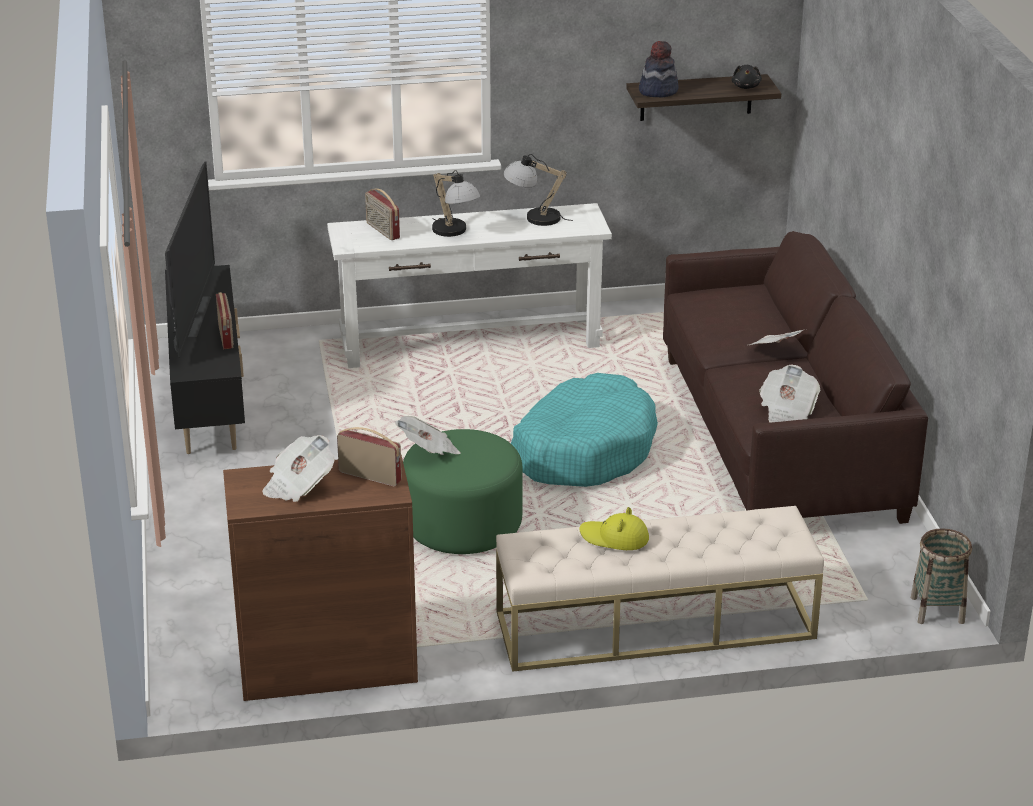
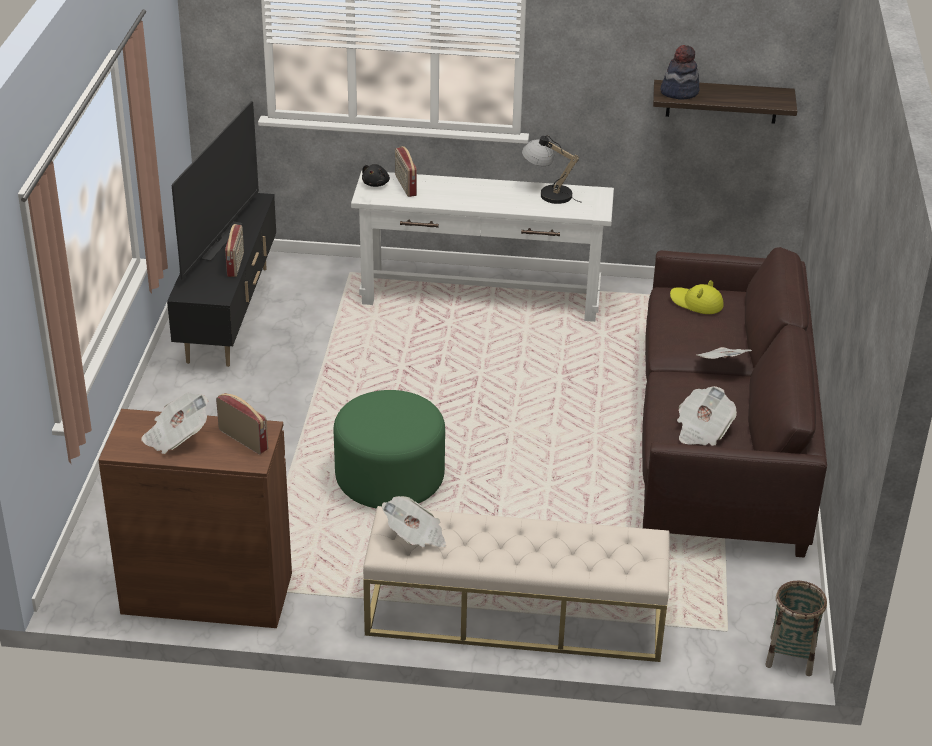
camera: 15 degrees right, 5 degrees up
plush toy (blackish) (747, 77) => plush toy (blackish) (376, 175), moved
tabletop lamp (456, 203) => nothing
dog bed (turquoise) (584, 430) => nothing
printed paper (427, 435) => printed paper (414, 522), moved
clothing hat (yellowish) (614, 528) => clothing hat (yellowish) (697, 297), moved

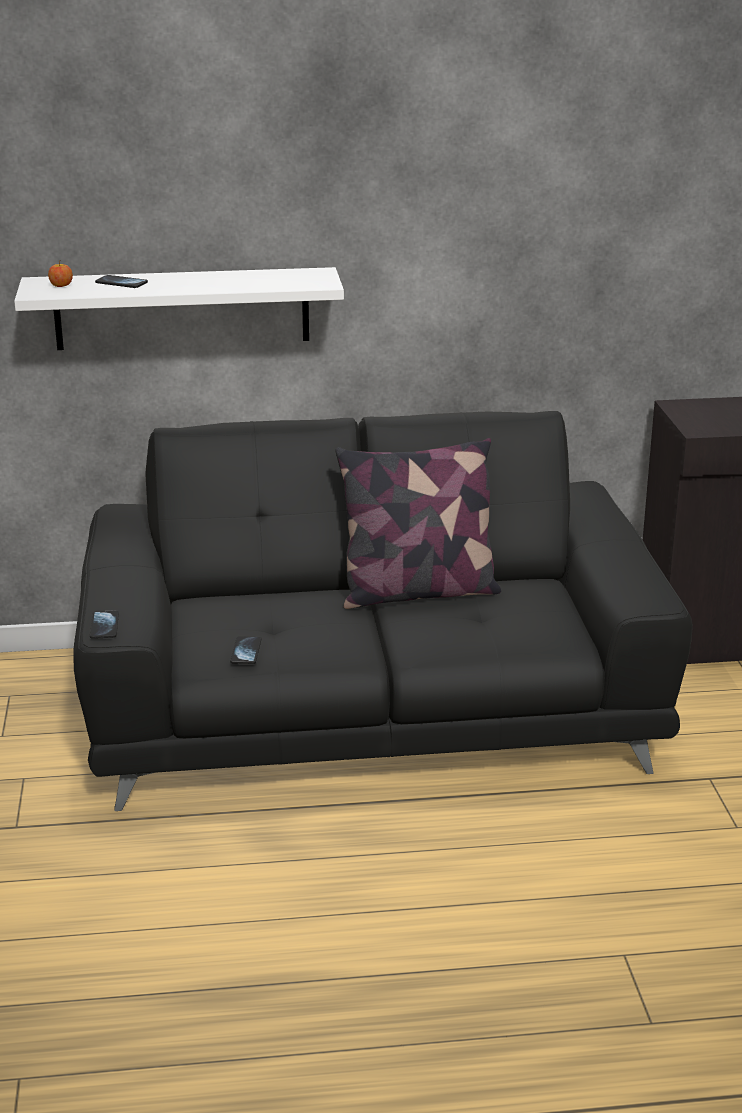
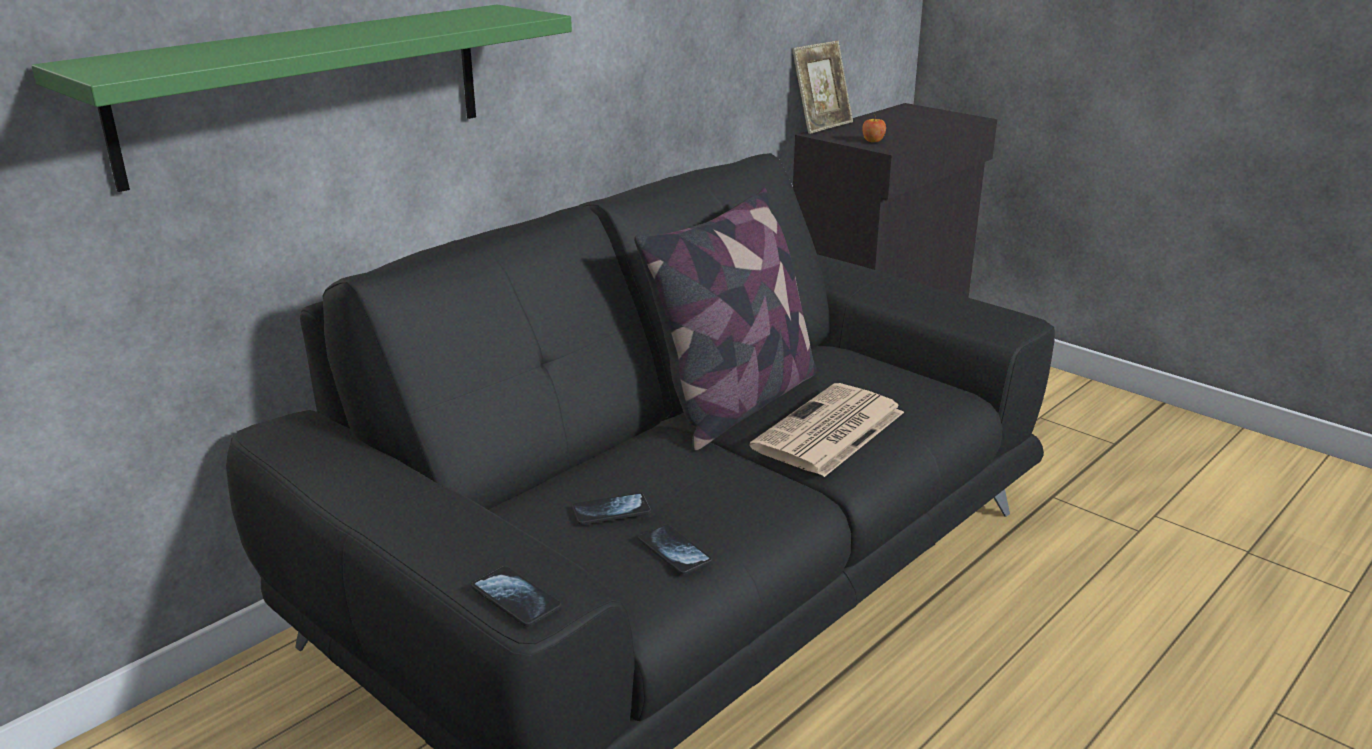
camera: 40 degrees left, 0 degrees up
apple fruit (60, 274) => apple fruit (874, 128), moved
wall shelf (whitish) (179, 308) => wall shelf (green) (302, 98)
telephone (121, 281) => telephone (611, 509), moved
nothing => standing frame (822, 87)
nothing => printed paper (826, 430)

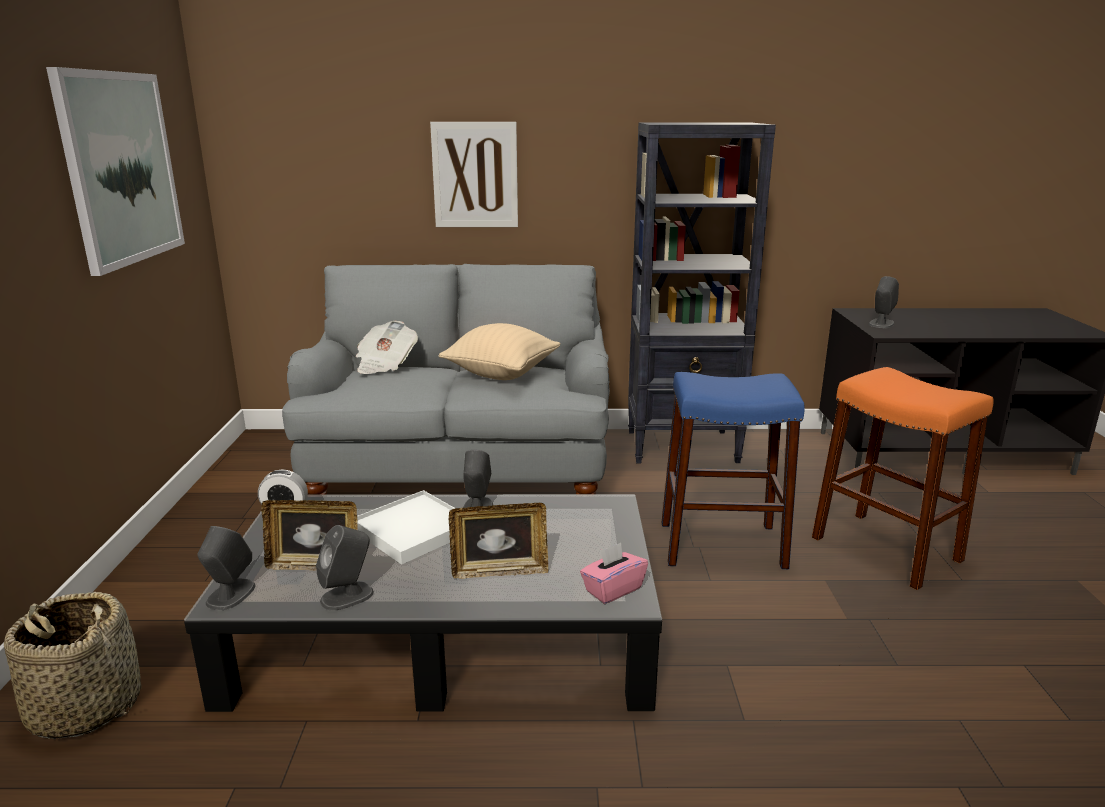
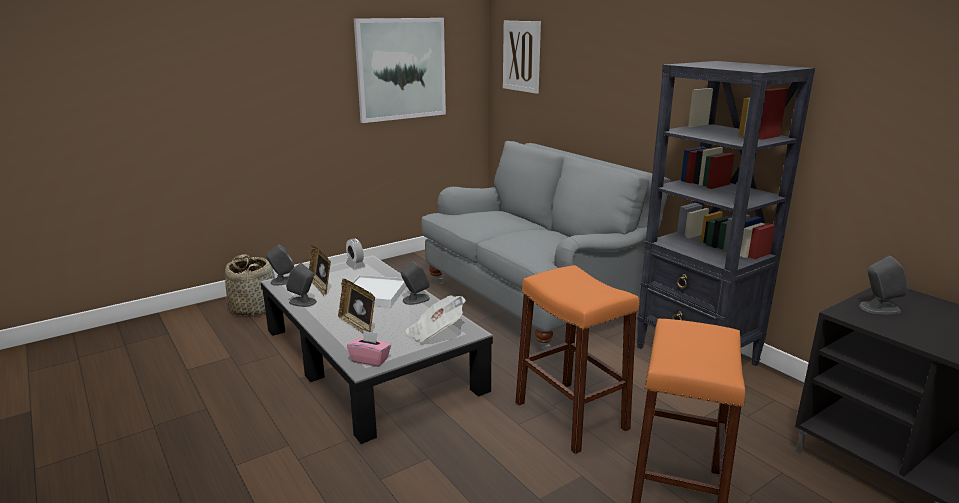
camera: 55 degrees right, 0 degrees up
picture (474, 174) => picture (522, 57), moved
printed paper (387, 347) => printed paper (435, 318), moved
throw pillow (beige-coloured) (500, 351) => nothing
sitting stool (blue-coloured) (733, 470) => sitting stool (orangey) (577, 359)

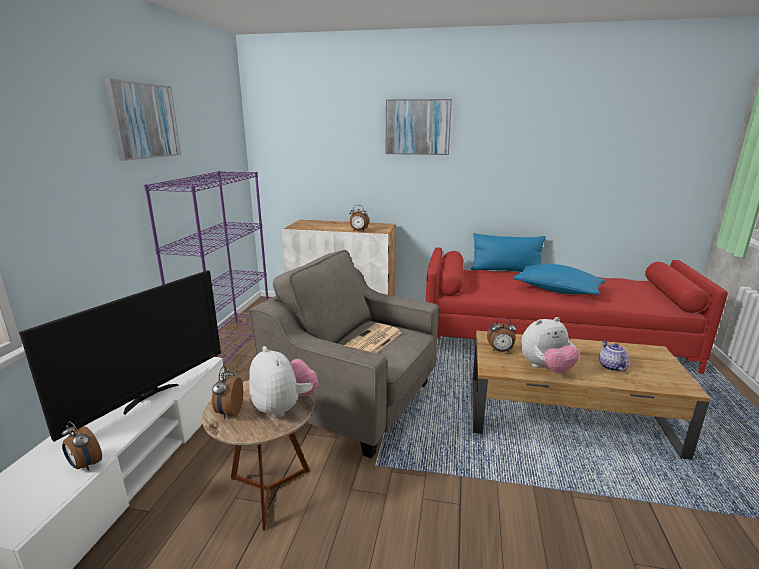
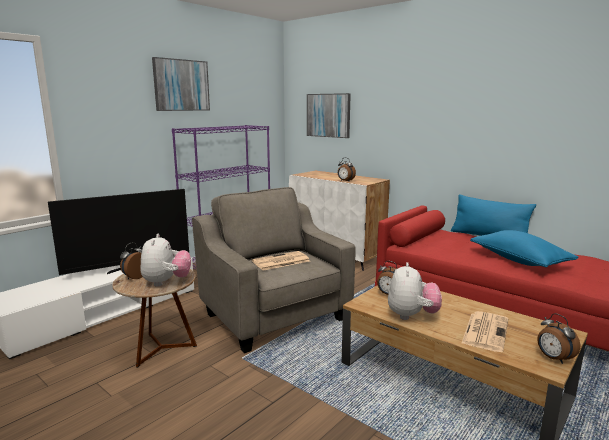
camera: 30 degrees right, 5 degrees down
picture (419, 127) => picture (329, 115), moved
plush toy (550, 345) => plush toy (415, 291), 90 degrees counterclockwise
tea pot (614, 355) => printed paper (484, 331)
bedside clock (81, 446) => bedside clock (559, 338), moved

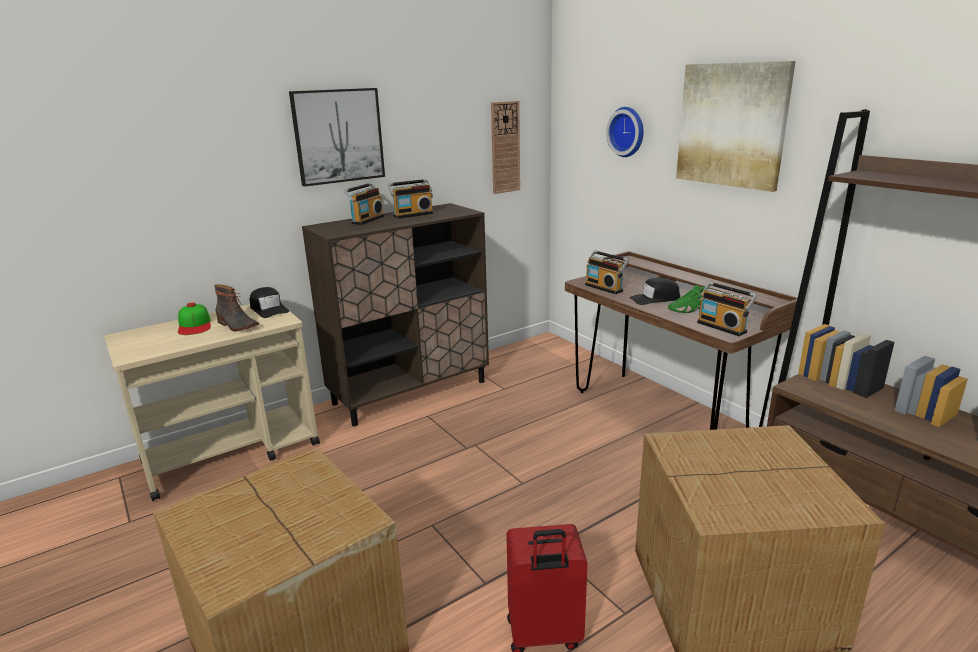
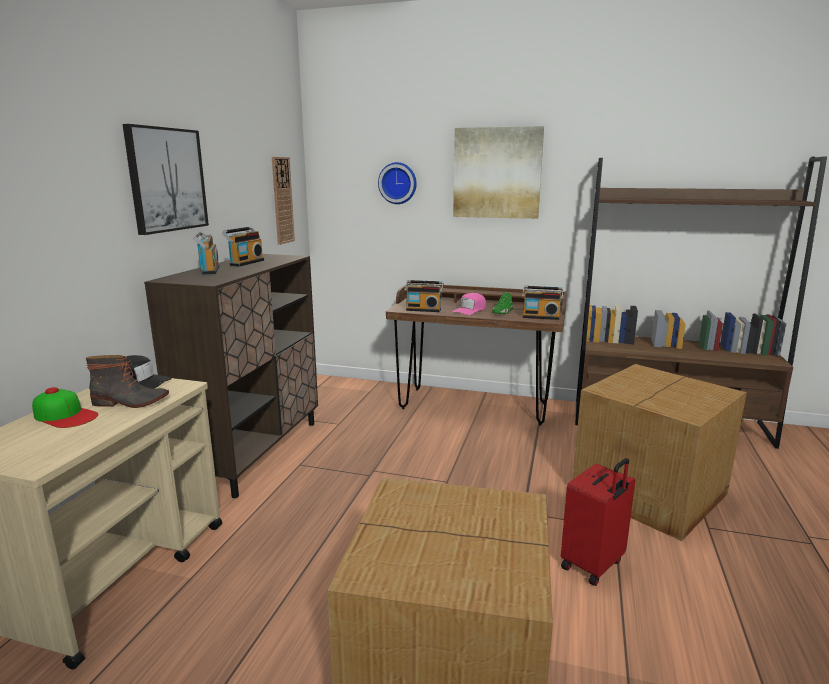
camera: 40 degrees left, 5 degrees down
baseball cap (blackish) (655, 291) => baseball cap (pink-coloured) (469, 304)

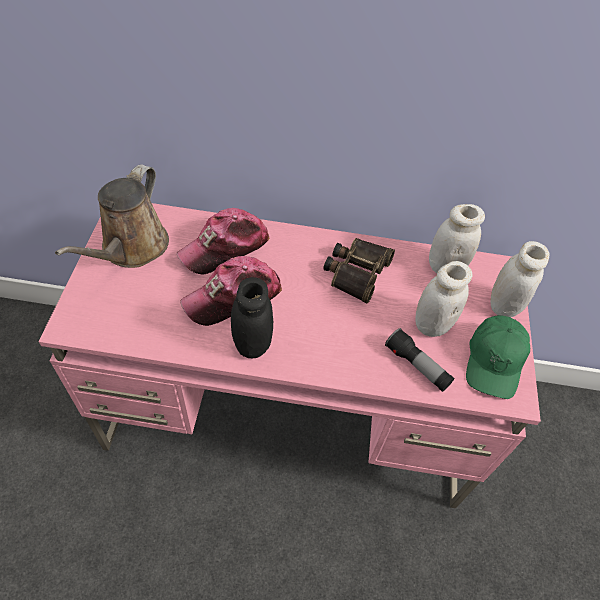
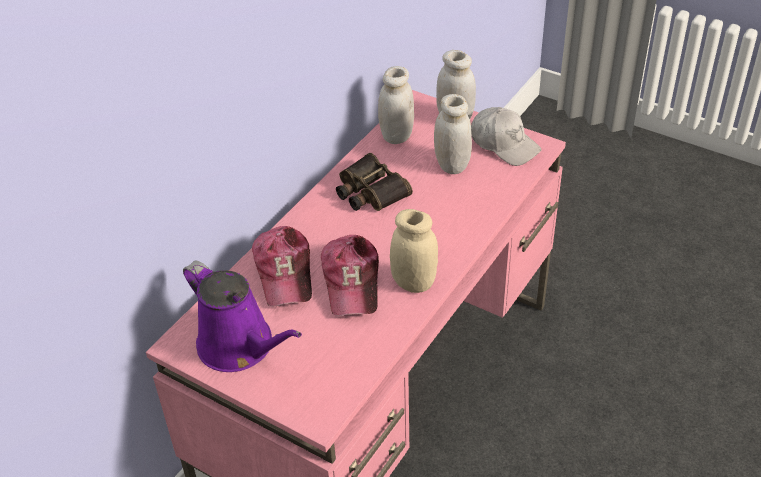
camera: 60 degrees left, 10 degrees down
watering can (brownish) (112, 216) => watering can (purple) (242, 316)
preserve jar (blackish) (252, 317) => preserve jar (beige-coloured) (414, 251)
baseball cap (green) (498, 357) => baseball cap (whitish) (506, 136)
flashlight (420, 360) => nothing

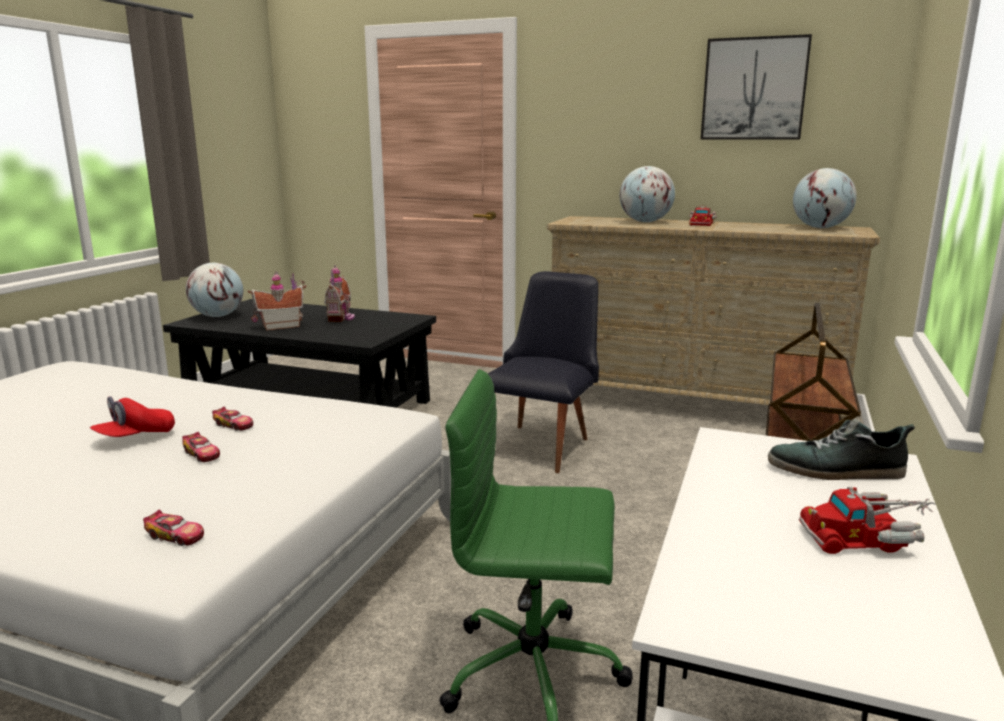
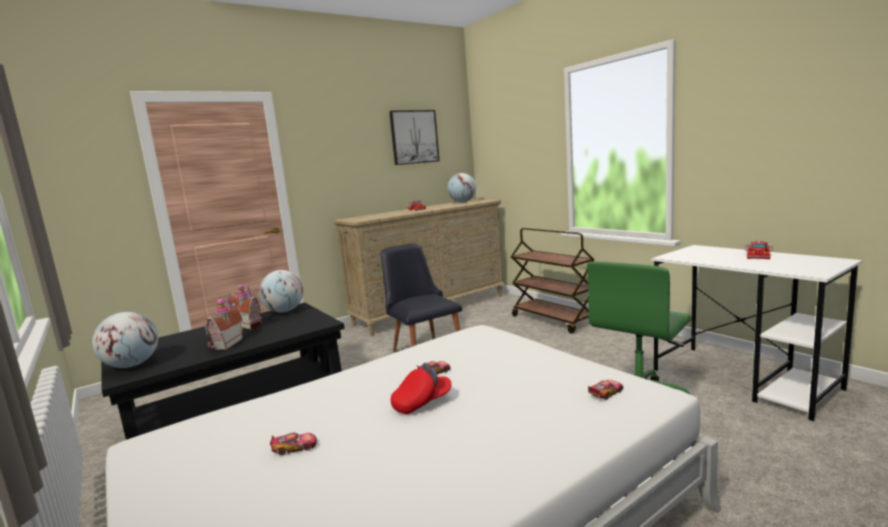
camera: 55 degrees left, 5 degrees down
world globe (647, 194) => world globe (281, 291), moved
baseball cap (reddish) (132, 416) => baseball cap (reddish) (421, 388), 105 degrees counterclockwise
item of footwear (841, 449) => nothing
miniature car (201, 447) => miniature car (293, 444), moved

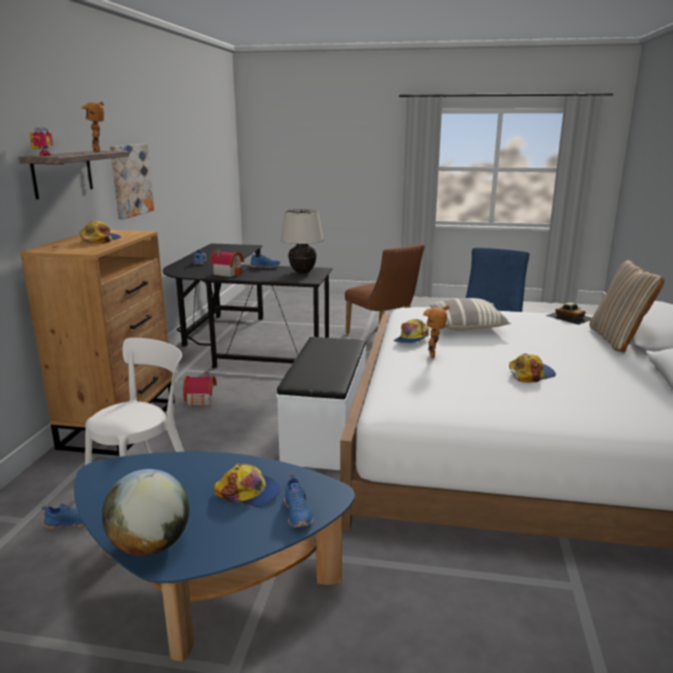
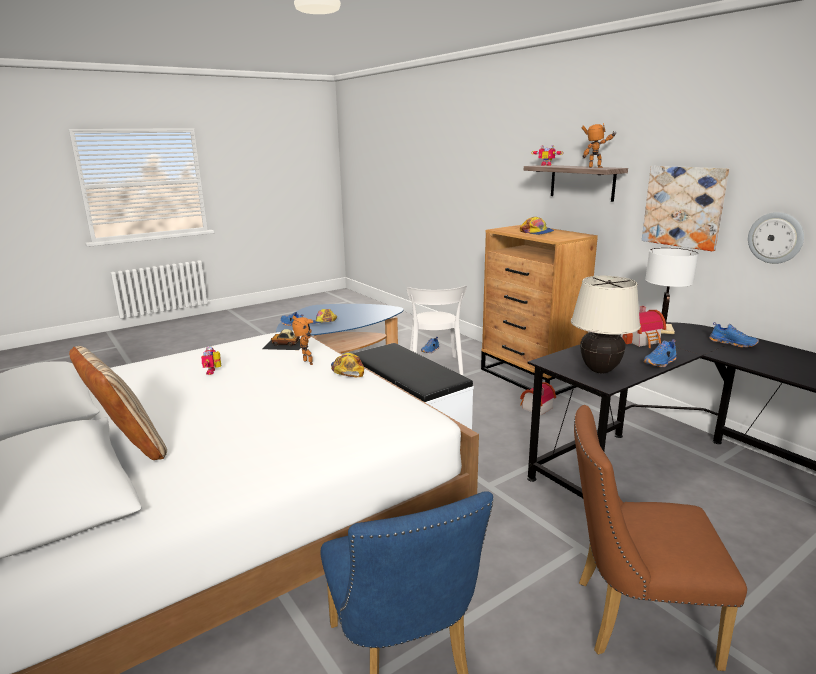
camera: 135 degrees right, 0 degrees up
throw pillow (470, 314) => nothing
miniature car (568, 313) => miniature car (281, 339), moved
baseball cap (532, 368) => model robot (211, 360)
world globe (145, 512) => nothing
nothing => wall clock (776, 238)
nothing => tabletop lamp (whitish) (671, 291)

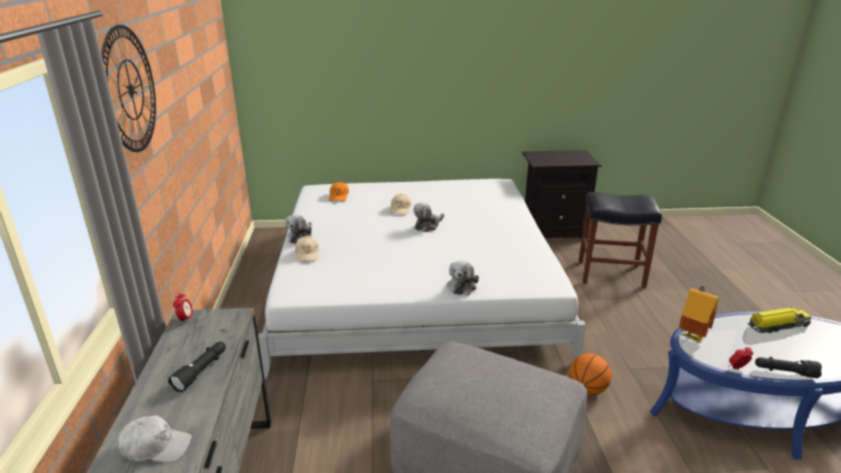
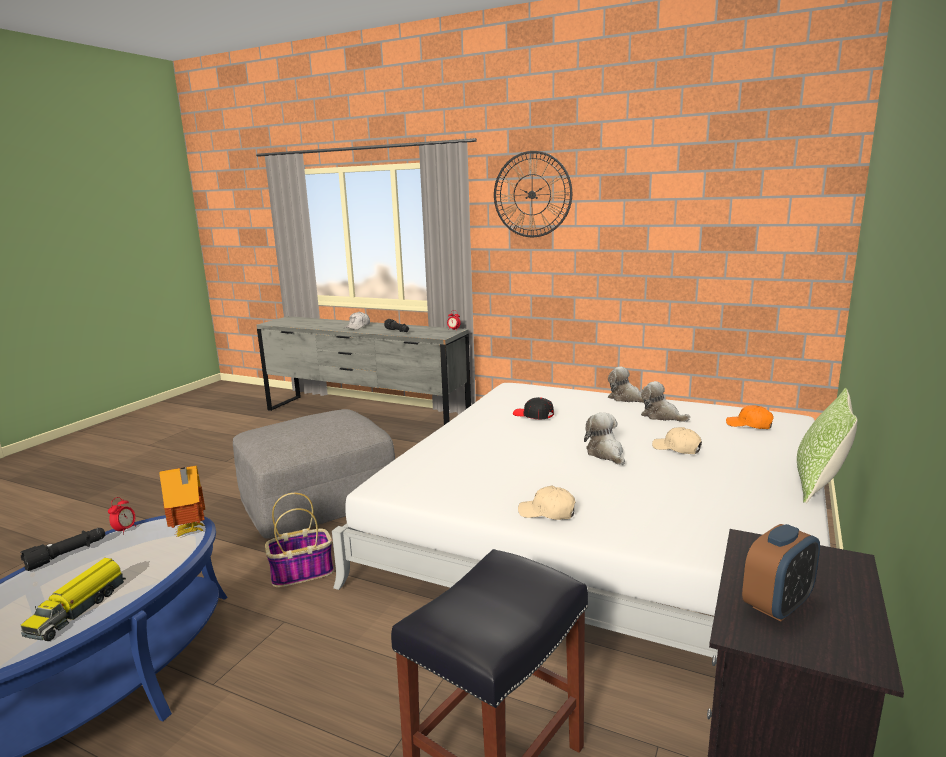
camera: 120 degrees right, 10 degrees down
baseball cap (beige-coloured) (307, 249) => baseball cap (beige-coloured) (546, 503), moved
plush toy (463, 278) => plush toy (665, 401), moved
basketball ball (590, 374) => household basket (299, 540)
nothing => throw pillow (827, 445)
nothing => baseball cap (blackish) (533, 408)
nothing => bedside clock (781, 573)

